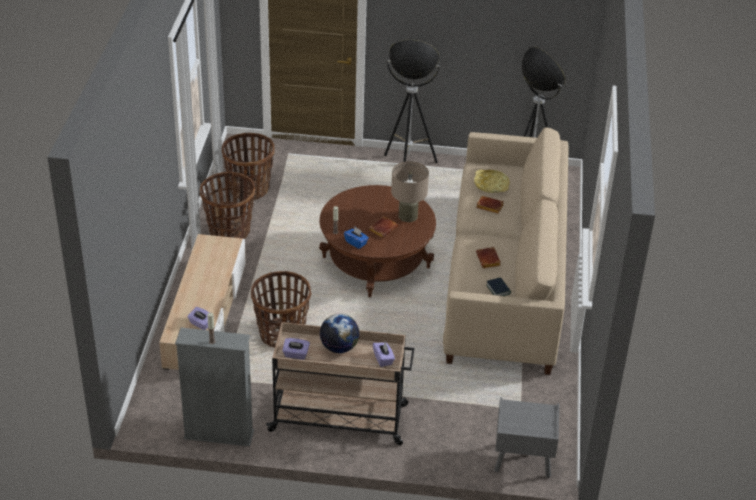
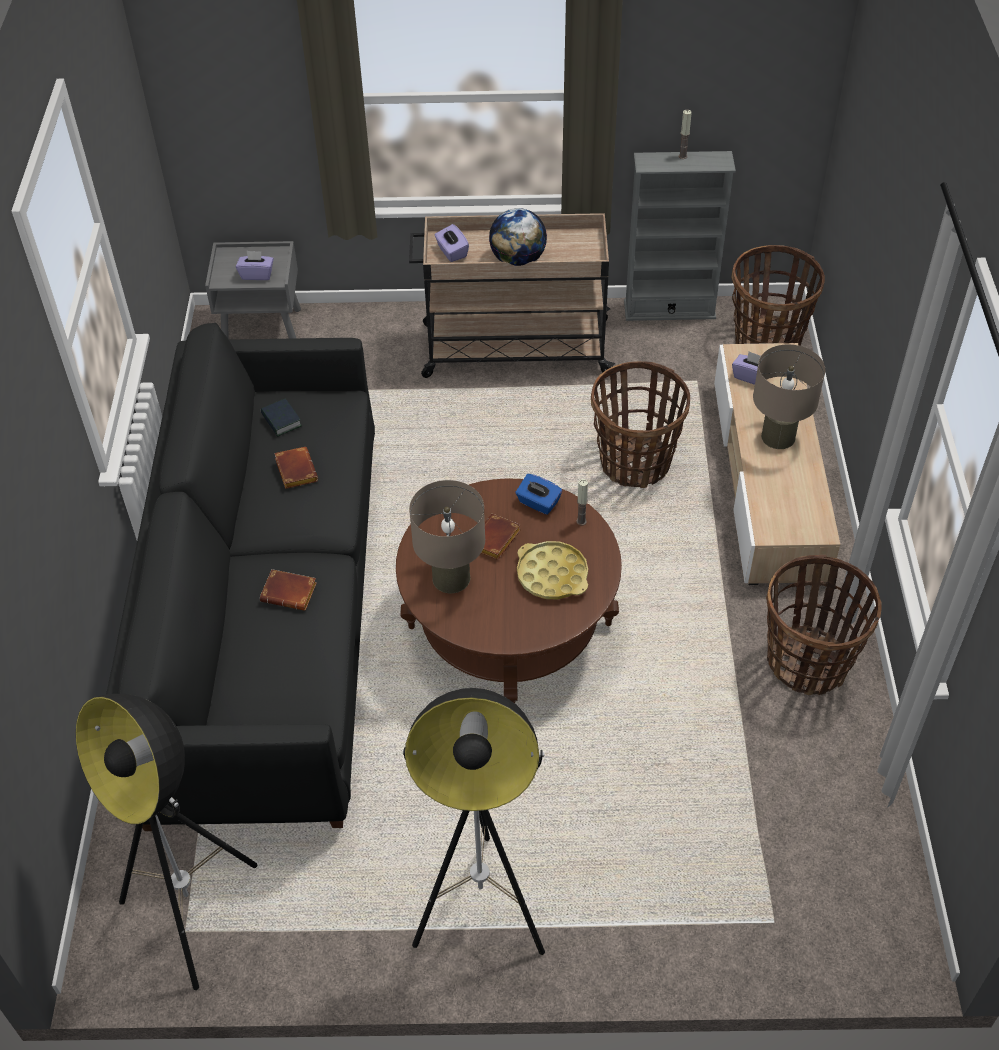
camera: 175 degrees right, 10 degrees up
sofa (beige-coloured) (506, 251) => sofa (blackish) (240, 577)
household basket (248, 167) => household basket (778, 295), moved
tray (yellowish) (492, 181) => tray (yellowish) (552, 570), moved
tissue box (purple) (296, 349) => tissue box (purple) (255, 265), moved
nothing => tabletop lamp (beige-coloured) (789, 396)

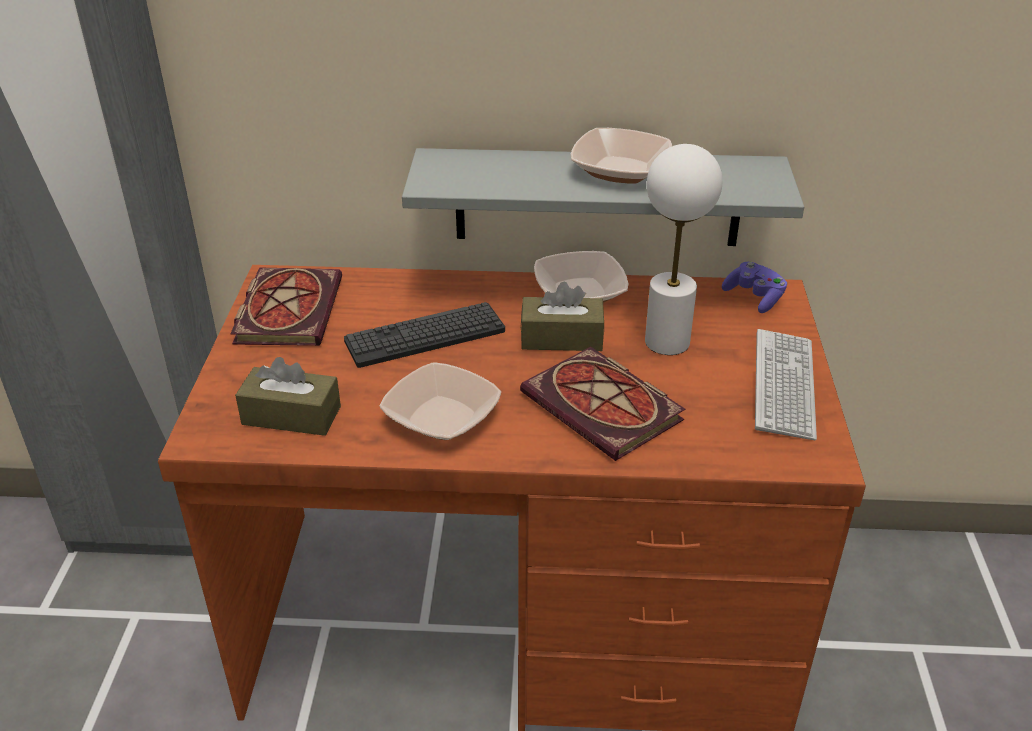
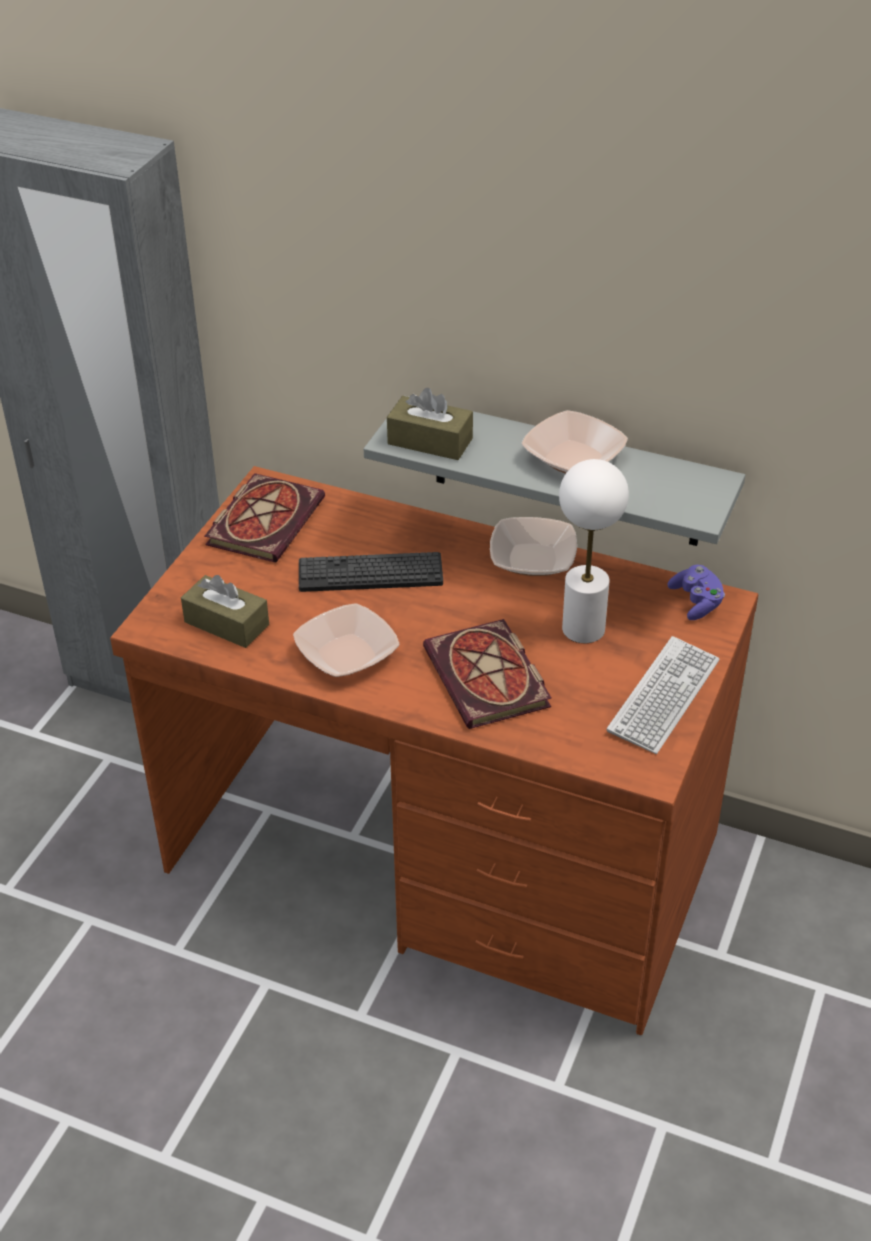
camera: 20 degrees right, 5 degrees up
tissue box (brownish) (562, 316) => tissue box (brownish) (430, 424), moved

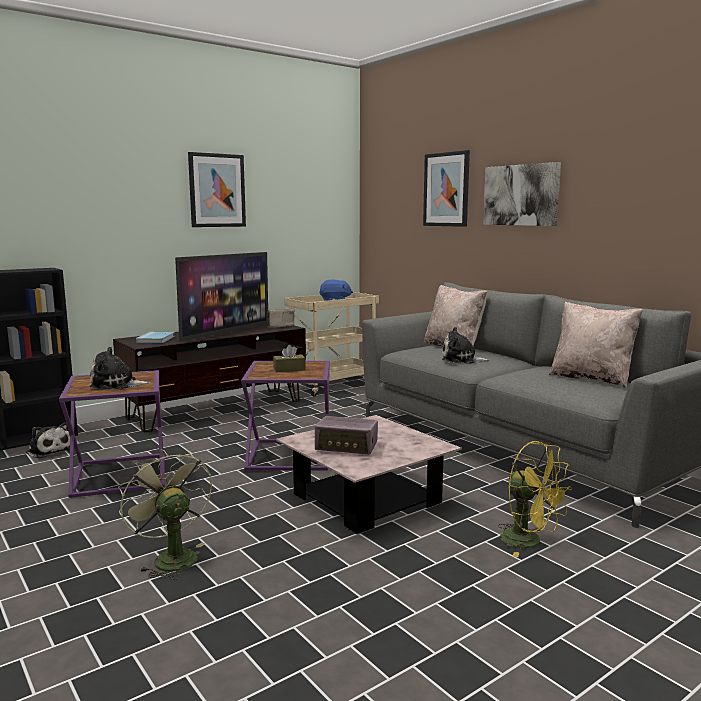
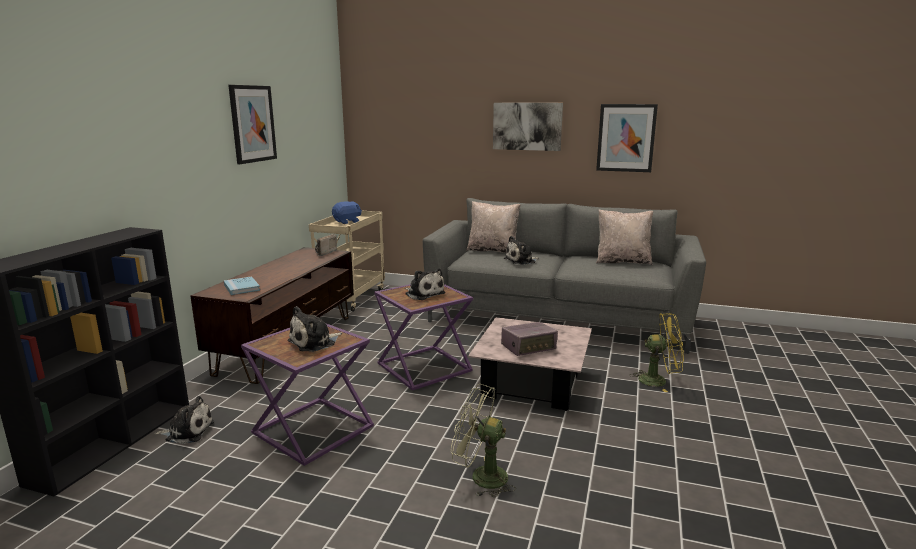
camera: 35 degrees left, 5 degrees up
picture (446, 188) => picture (627, 138), moved
TV (221, 297) => nothing
tissue box (brownish) (289, 358) => plush toy (425, 284)

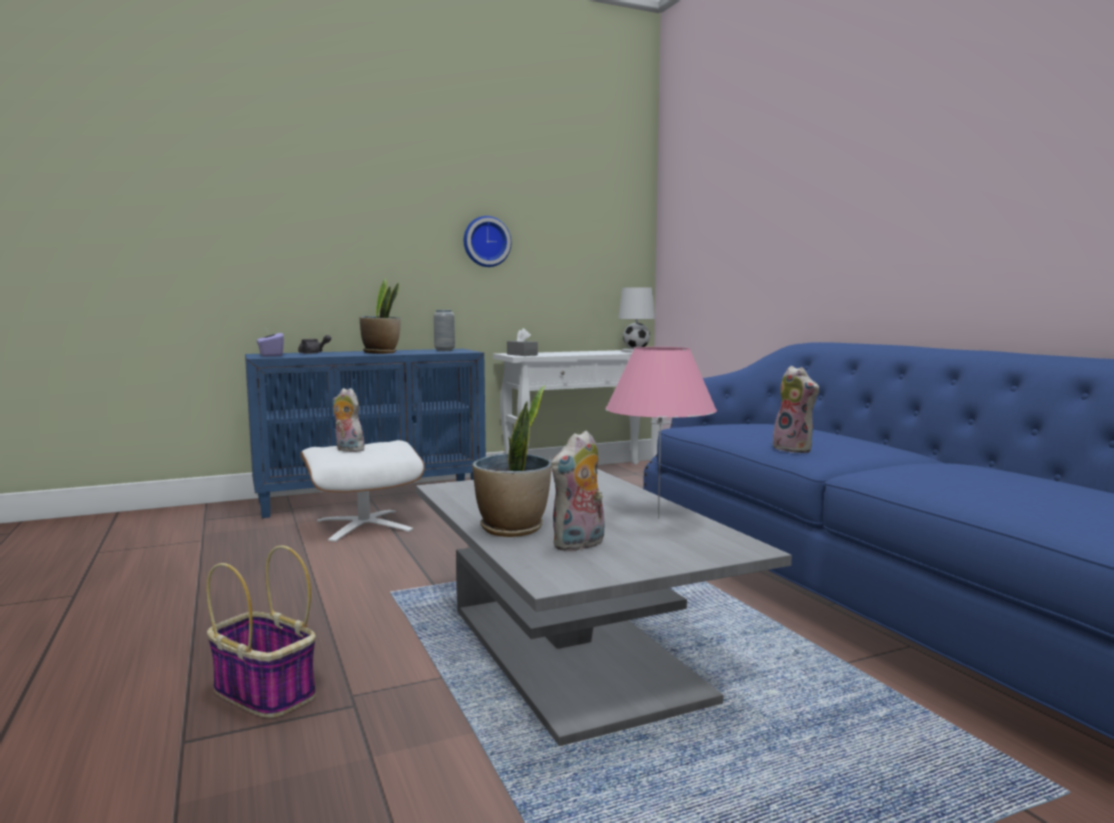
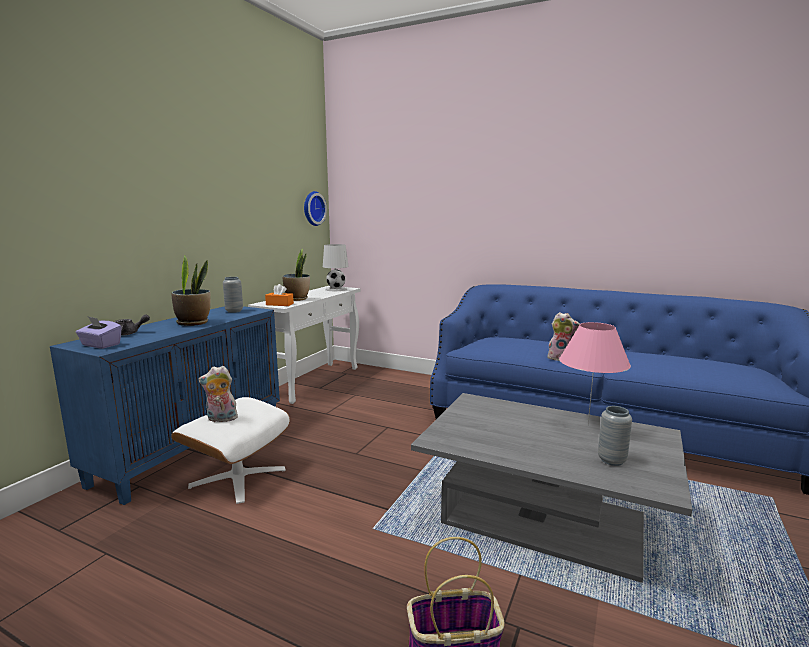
camera: 40 degrees left, 5 degrees up
wall clock (487, 241) => wall clock (315, 208), moved
tissue box (grey) (522, 342) => tissue box (orangey) (279, 295)
plant in a pot (511, 461) => plant in a pot (296, 274), moved
plush toy (578, 491) => decorative vase (grey) (615, 436)

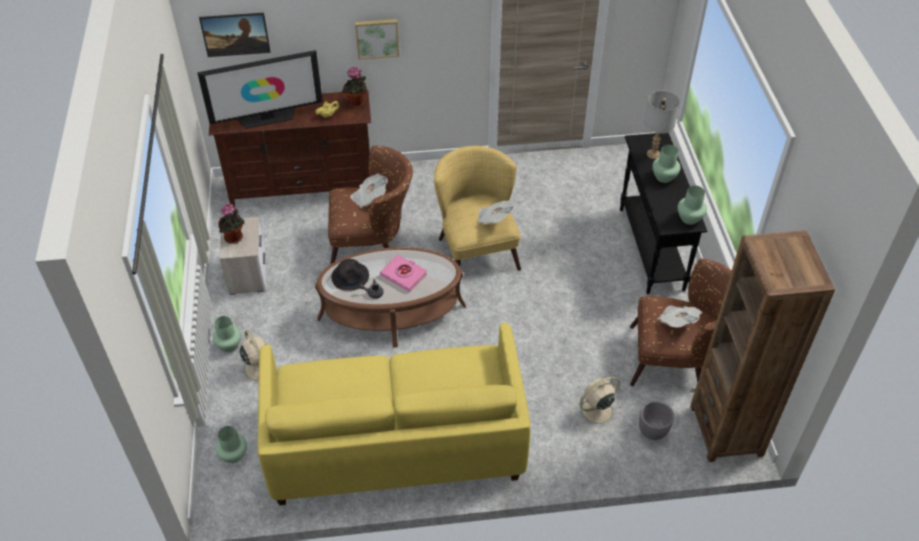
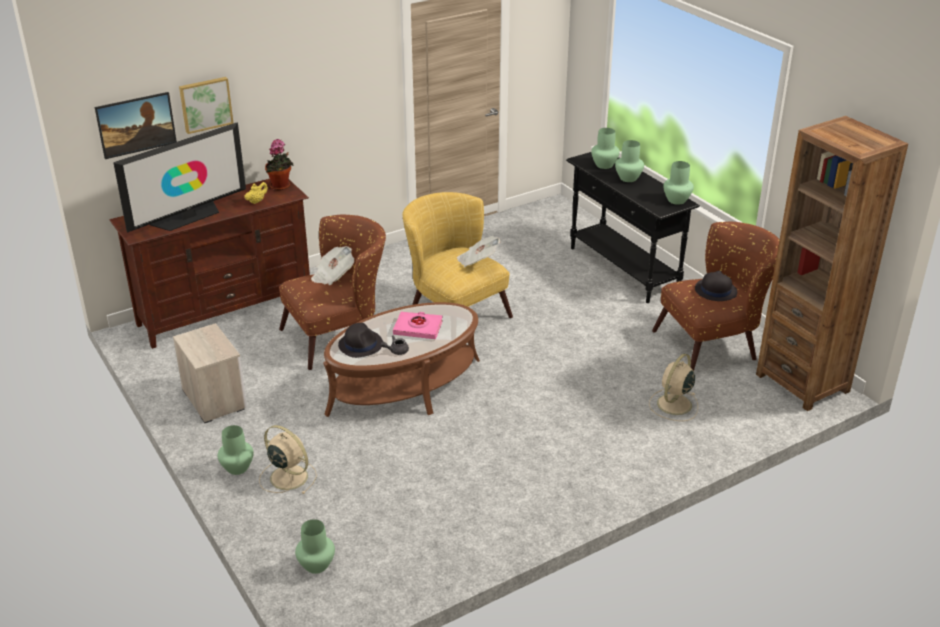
camera: 25 degrees left, 15 degrees down
picture (377, 39) => picture (206, 105), moved
tabletop lamp (grey) (662, 125) => decorative vase (green) (605, 148)
plant in a pot (231, 223) => nothing
printed paper (679, 316) => clothing hat (blackish) (716, 286)
sofa (yellowish) (394, 414) => nothing
planter (grey) (656, 420) => nothing

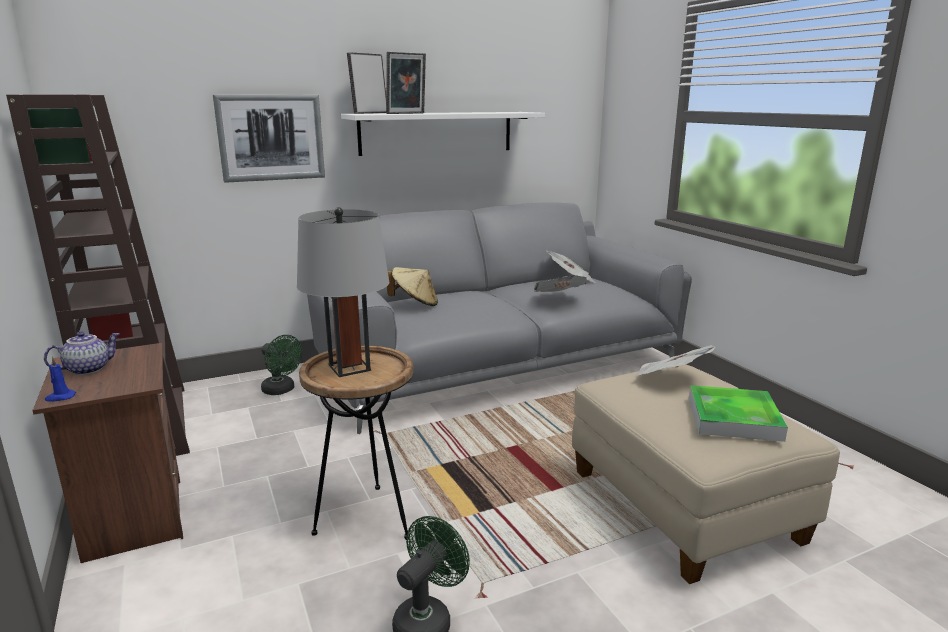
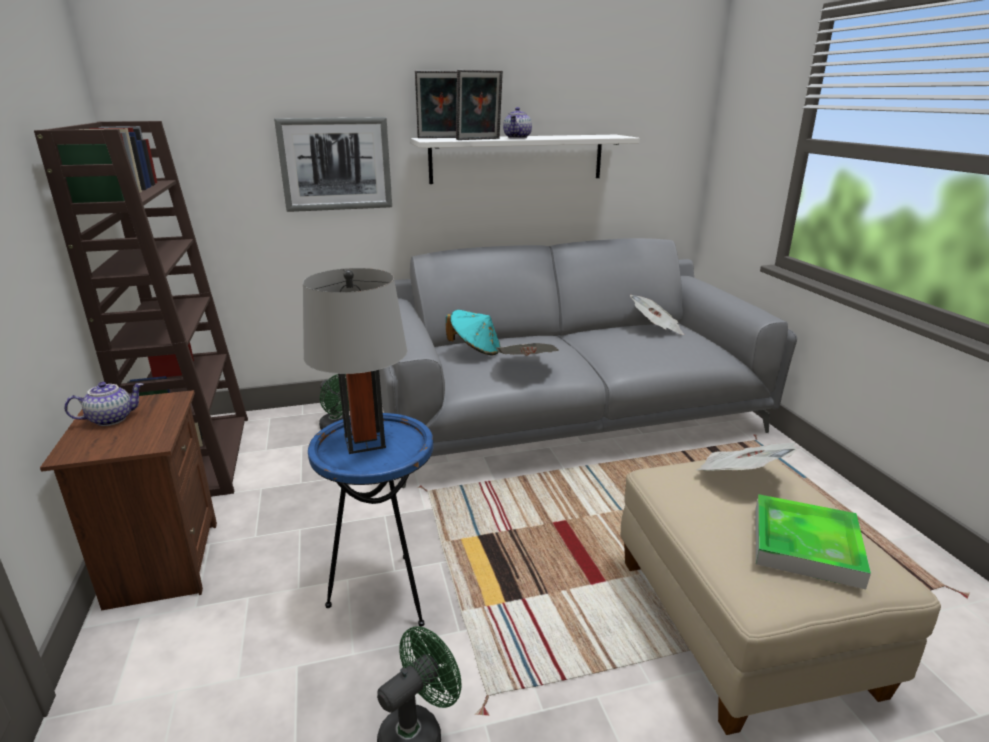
camera: 10 degrees right, 5 degrees up
standing frame (366, 83) => standing frame (436, 104), 150 degrees counterclockwise
clothing hat (beige-coloured) (412, 286) => clothing hat (turquoise) (473, 333)
printed paper (560, 283) => printed paper (527, 349), moved
end table (brownish) (356, 442) => end table (blue-coloured) (371, 520)
wax light (blue-coloured) (60, 379) => nothing
nothing => tea pot (517, 123)

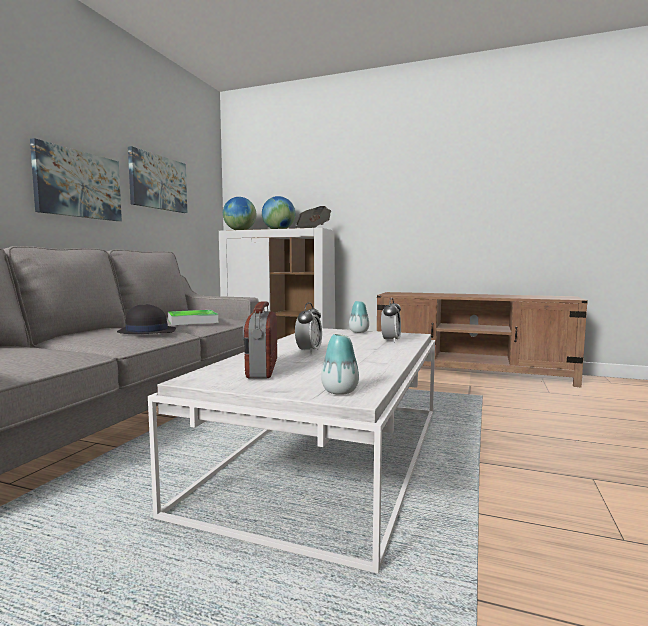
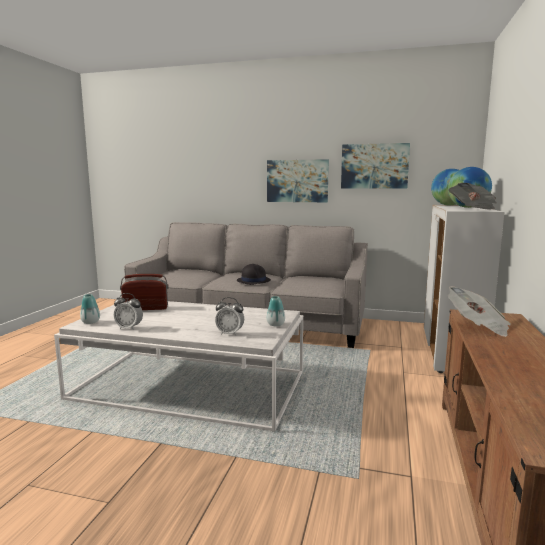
camera: 85 degrees right, 5 degrees up
bedside clock (308, 328) => bedside clock (128, 311), moved
tray (193, 317) => nothing
nothing => printed paper (479, 311)

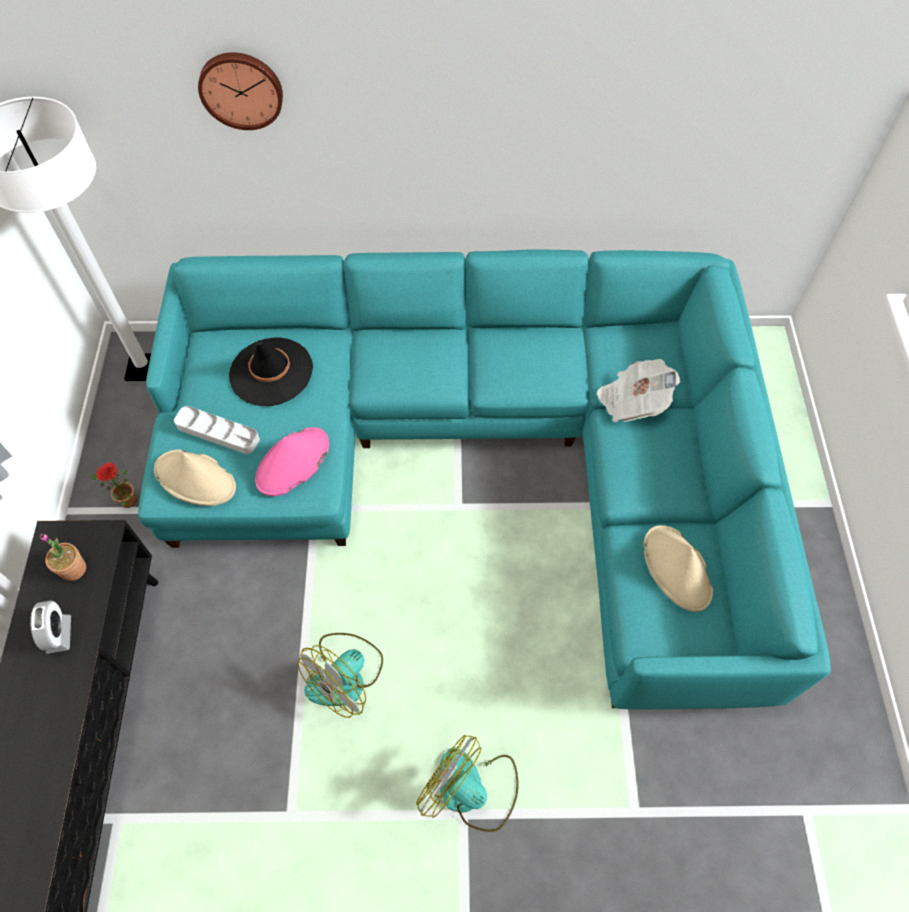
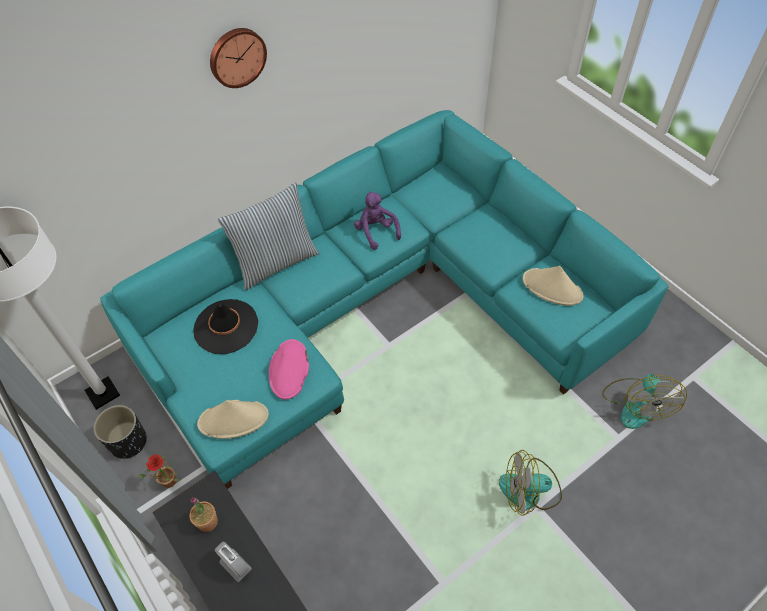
camera: 35 degrees left, 5 degrees down
wall clock (240, 91) => wall clock (238, 58), moved
printed paper (638, 390) => nothing
tray (grey) (217, 430) => nothing
electric fan (340, 675) => electric fan (644, 401), moved
nothing => throw pillow (268, 236)
nothing => plush toy (purple) (377, 221)
nothing => planter (blackish) (120, 432)

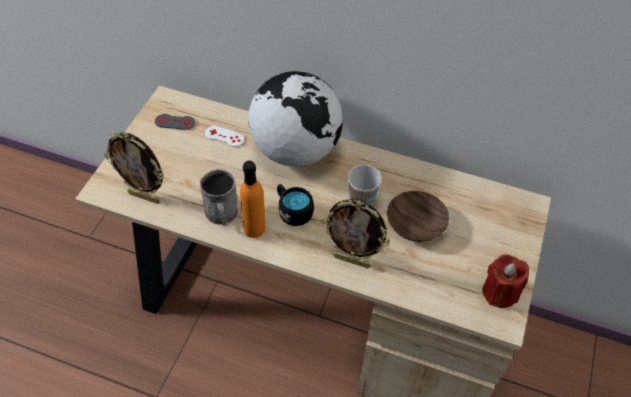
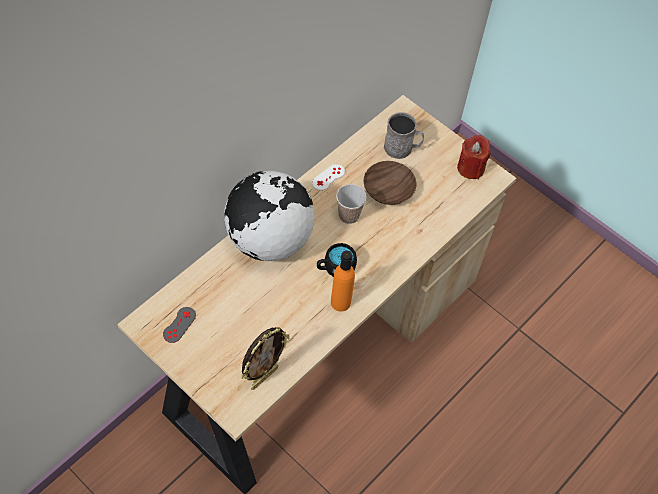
camera: 70 degrees left, 5 degrees up
game controller (whitish) (224, 136) => game controller (whitish) (328, 177), moved
mug (grey) (219, 197) => mug (grey) (404, 135), moved
standing frame (356, 233) => nothing

